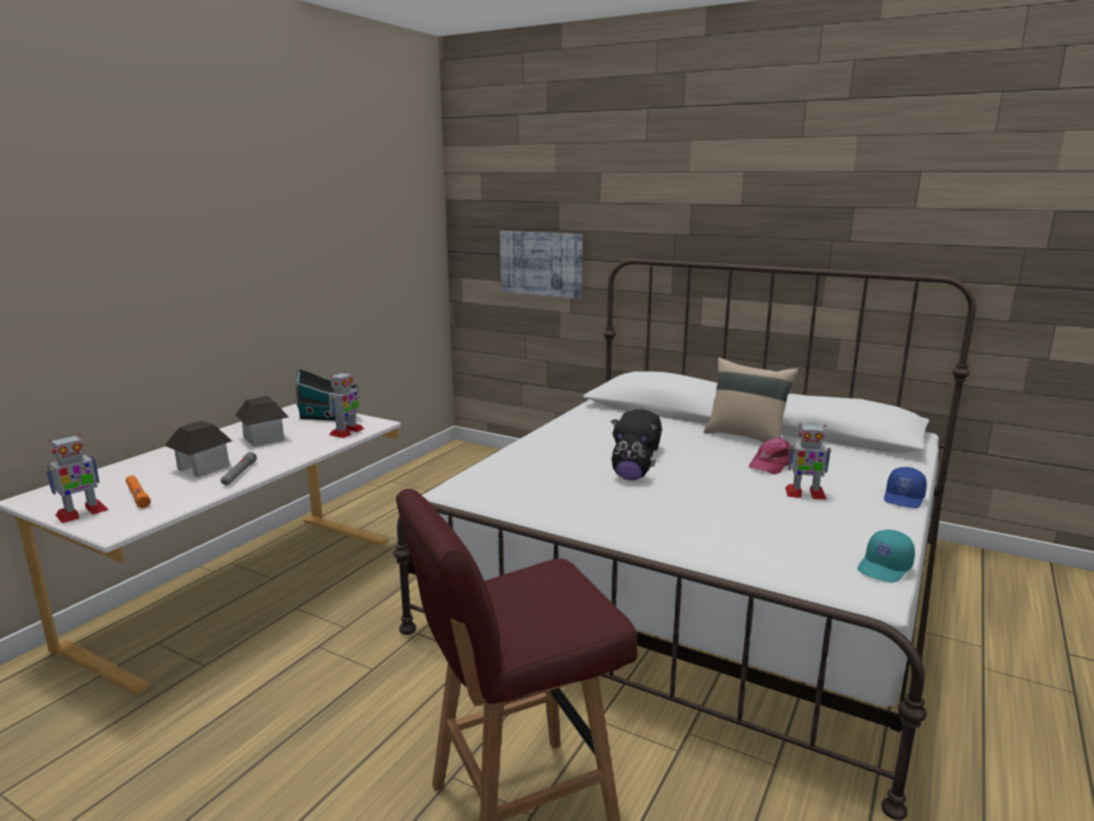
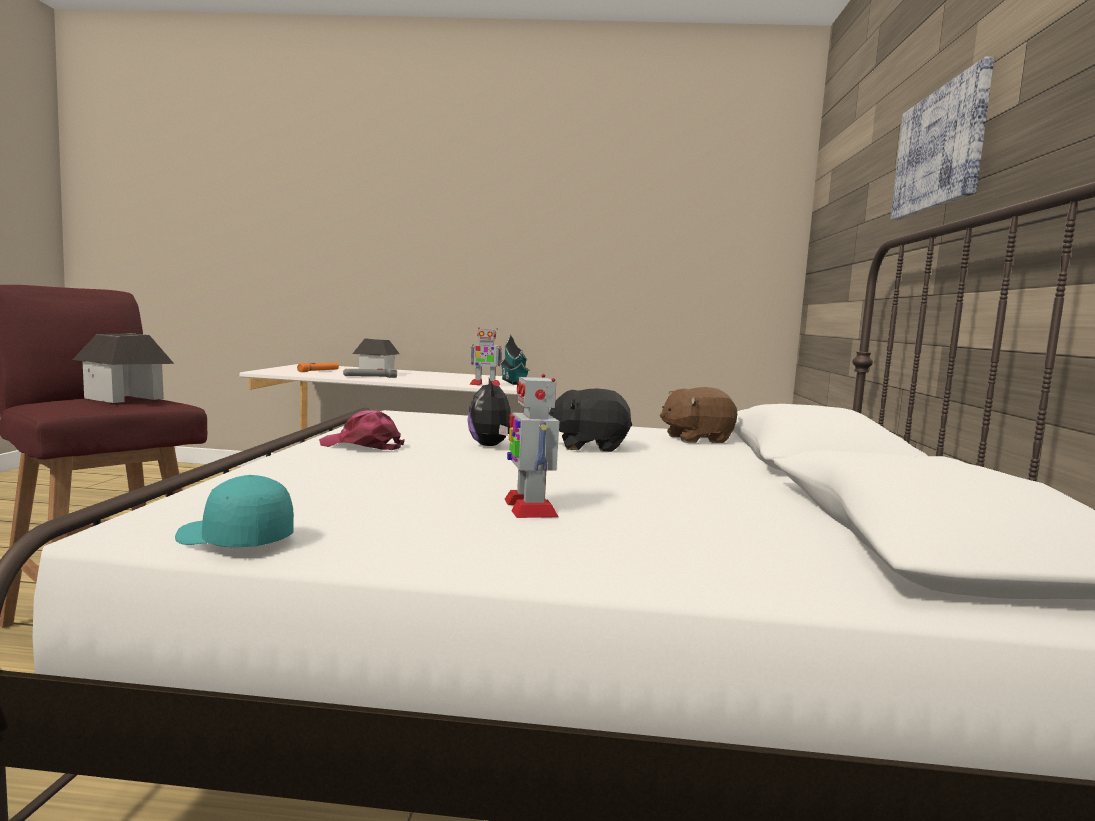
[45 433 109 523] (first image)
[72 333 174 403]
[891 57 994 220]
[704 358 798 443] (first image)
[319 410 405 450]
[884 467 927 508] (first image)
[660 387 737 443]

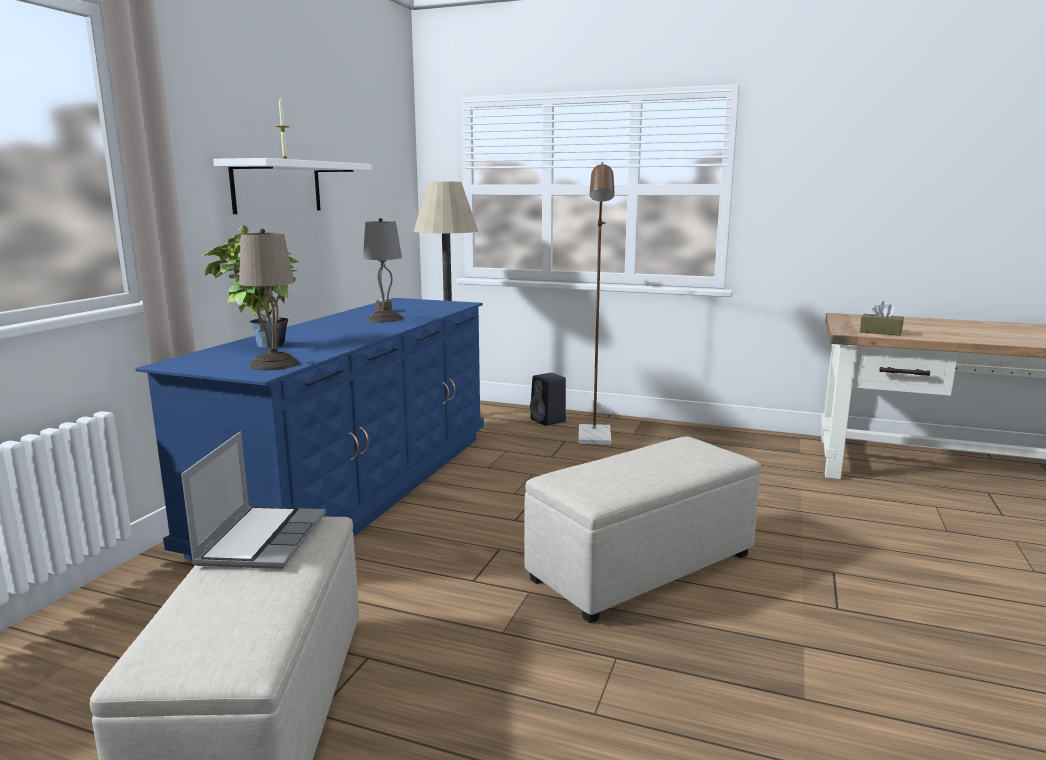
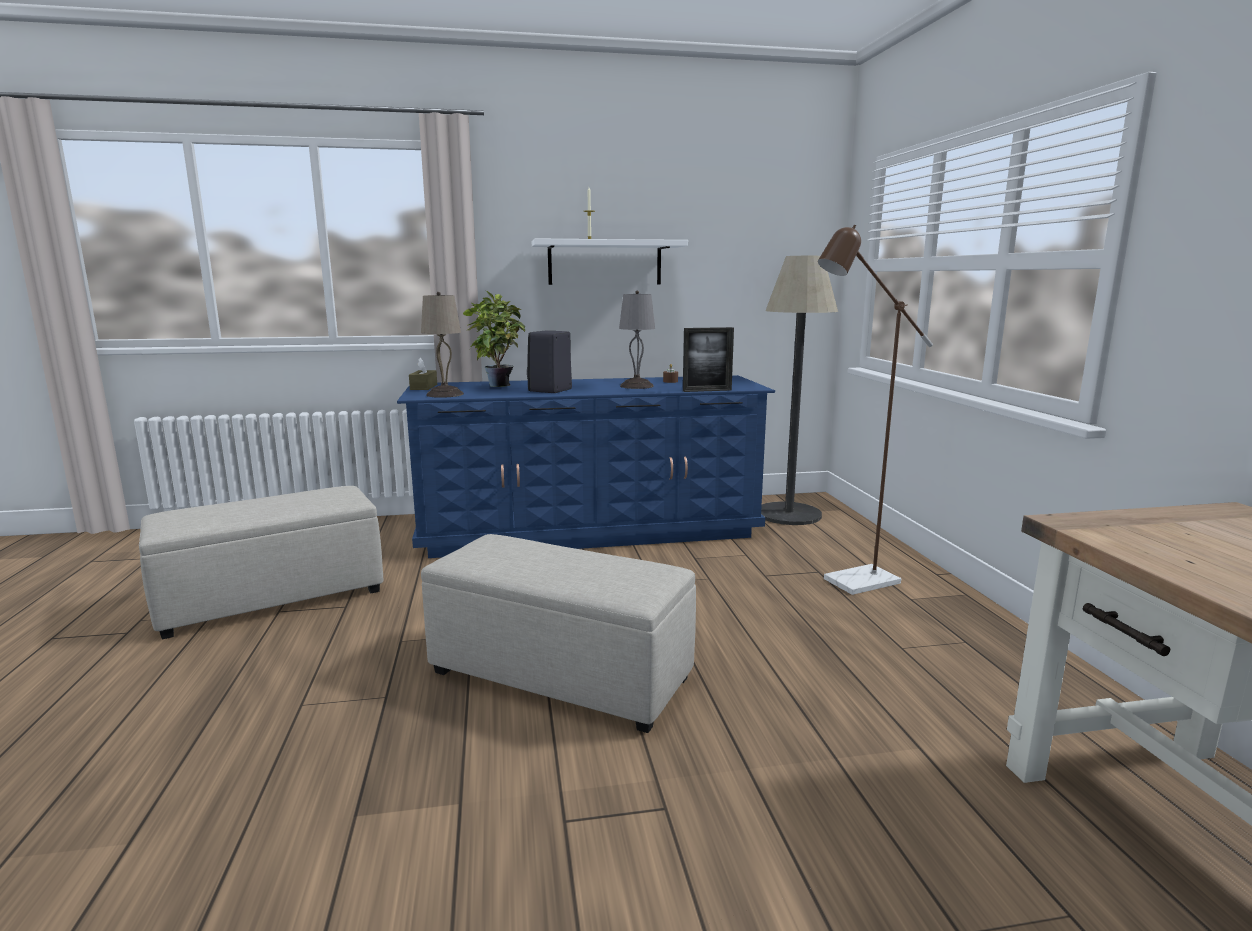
[181 432 326 569] (first image)
[527 331 572 393]
[409 358 437 390]
[683 327 734 392]

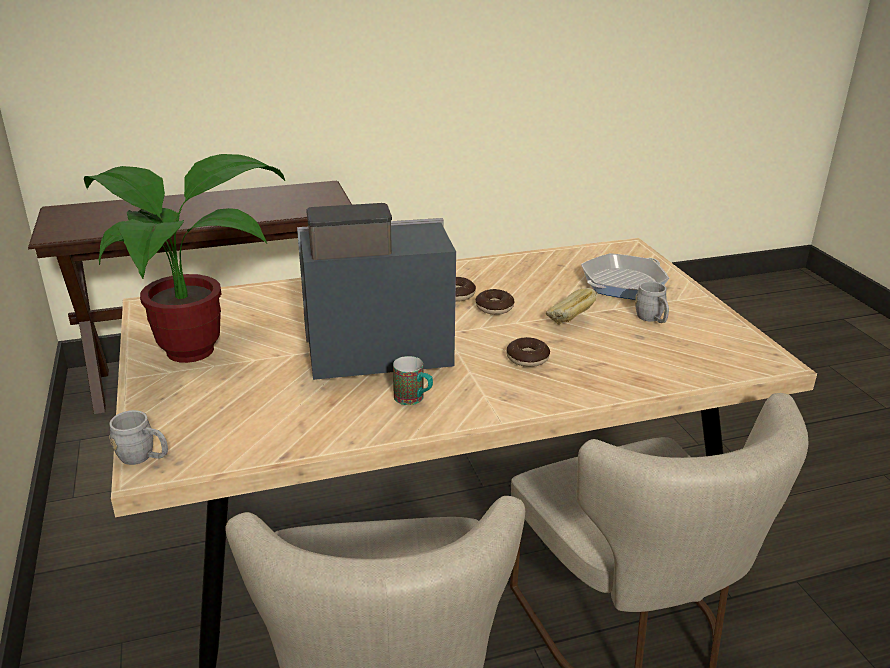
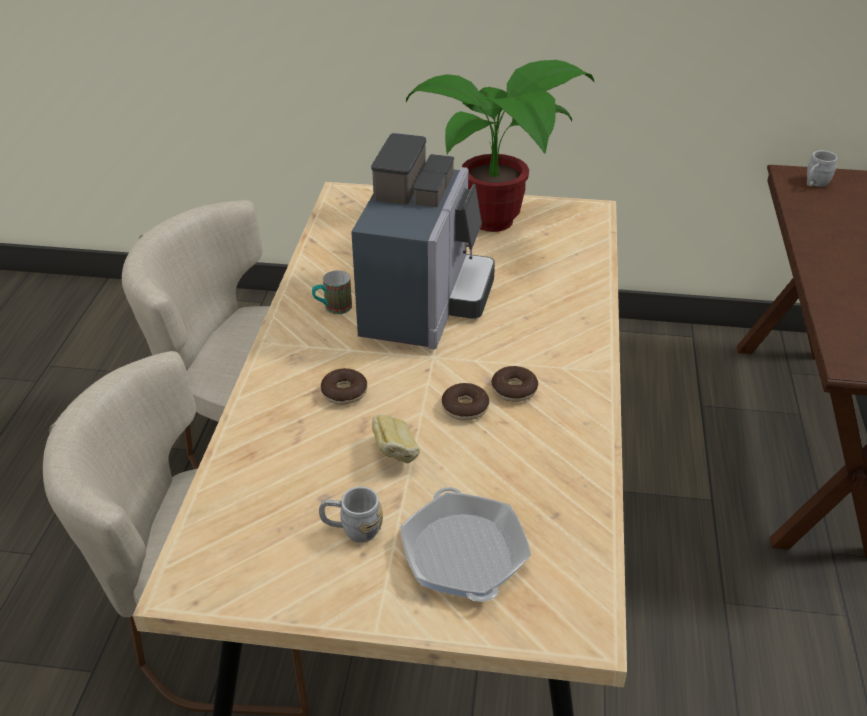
[807 150 837 187]

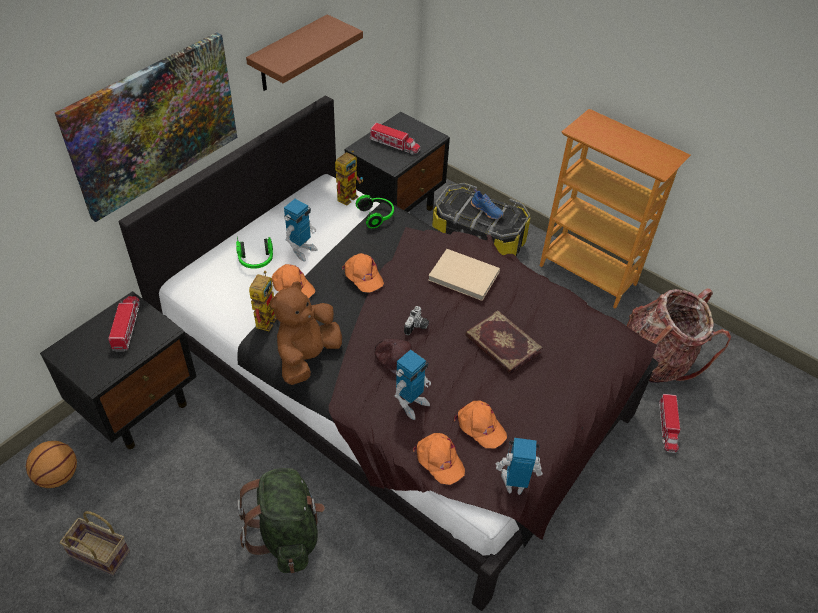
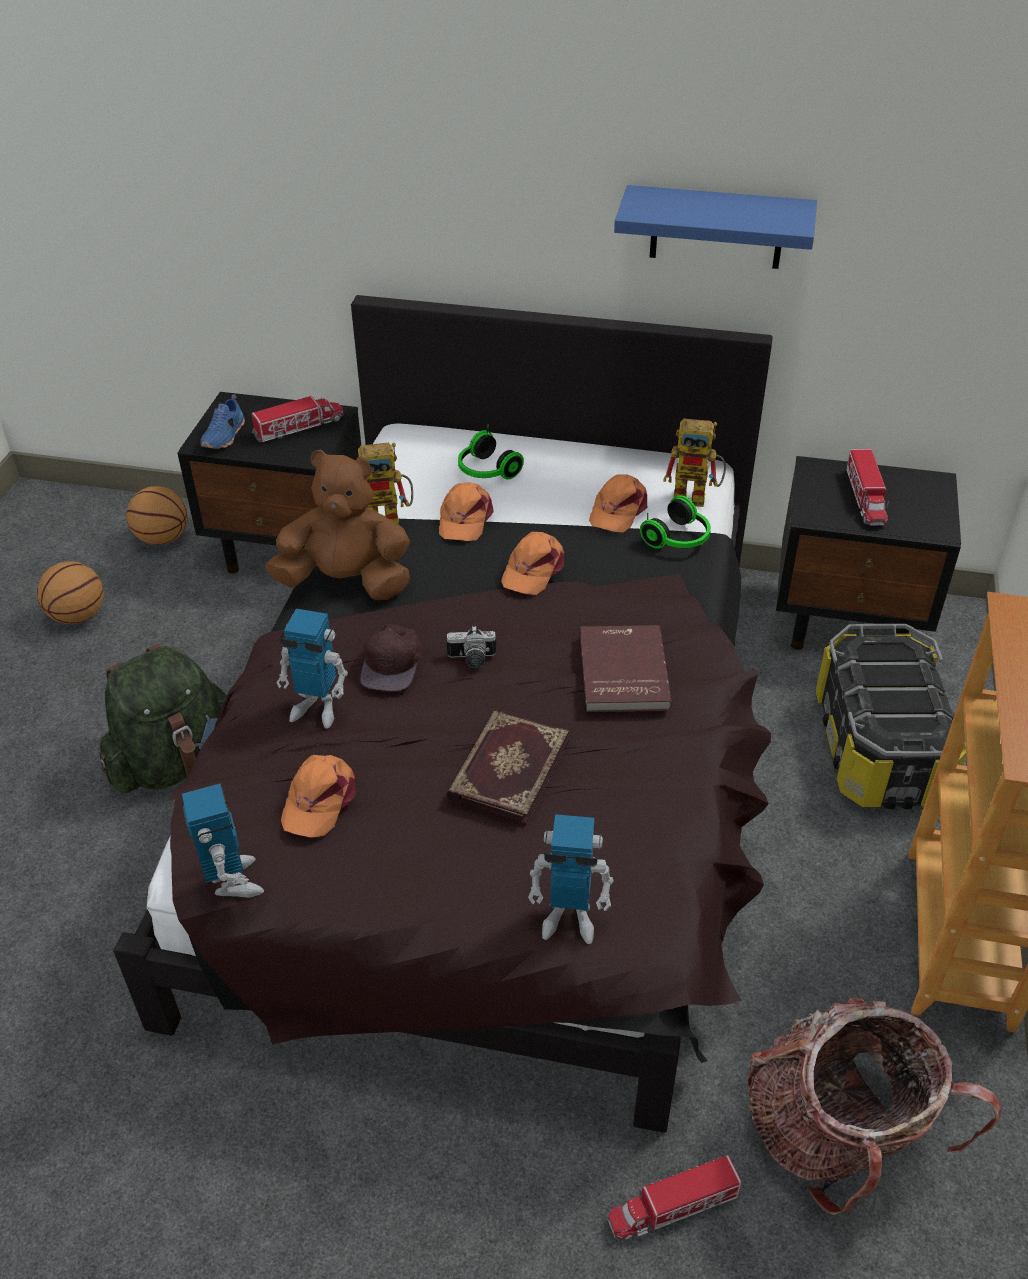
[55 32 237 222] (first image)
[37 561 104 624]
[614 185 817 269]
[528 814 613 944]
[589 474 648 533]
[580 625 672 712]
[200 394 245 449]

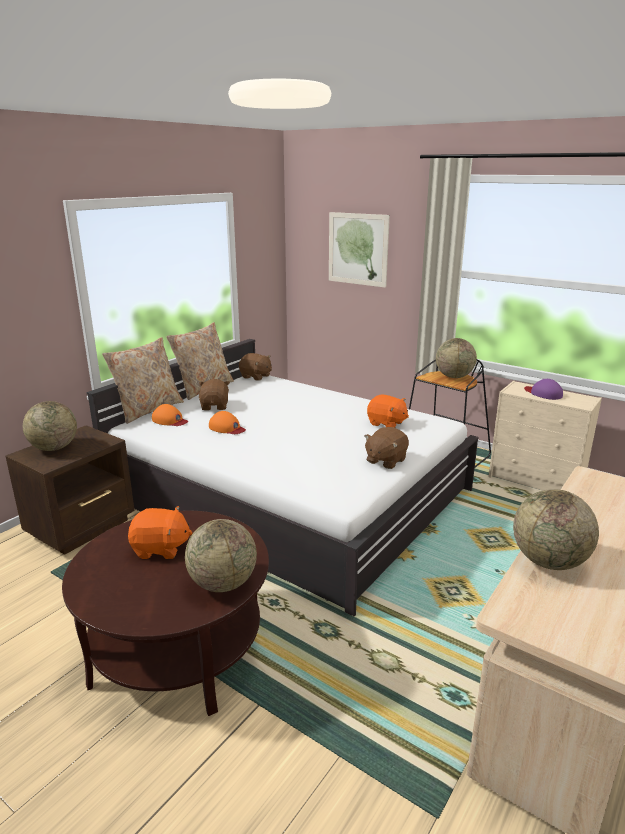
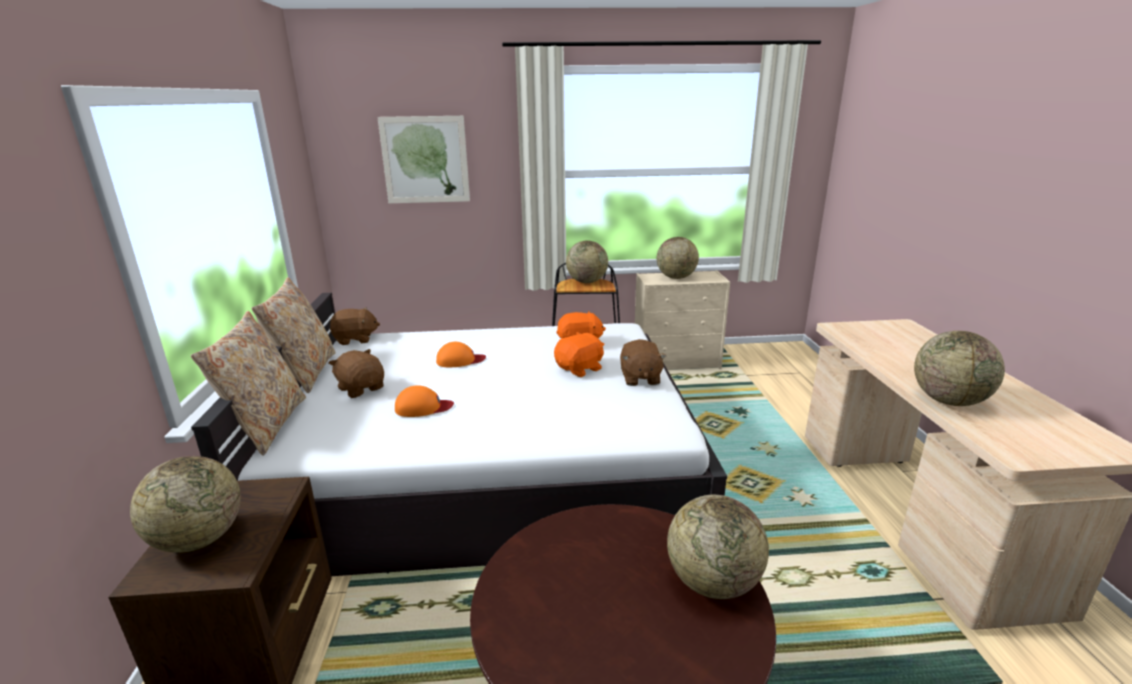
[554 332 604 377]
[436 342 486 367]
[657 237 699 279]

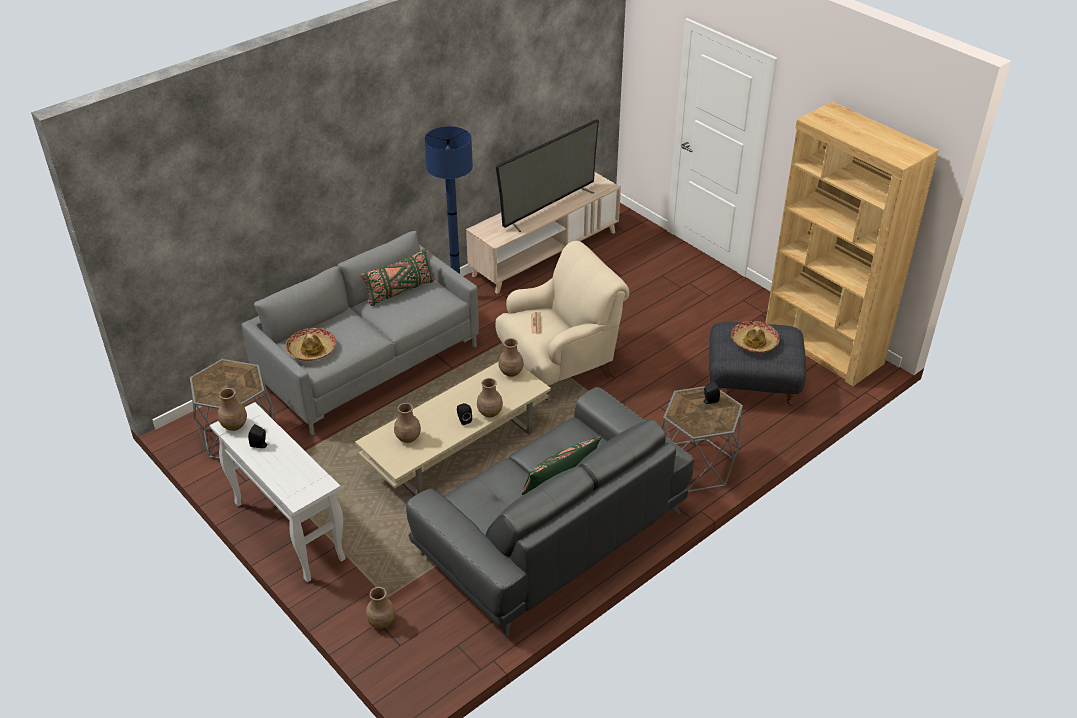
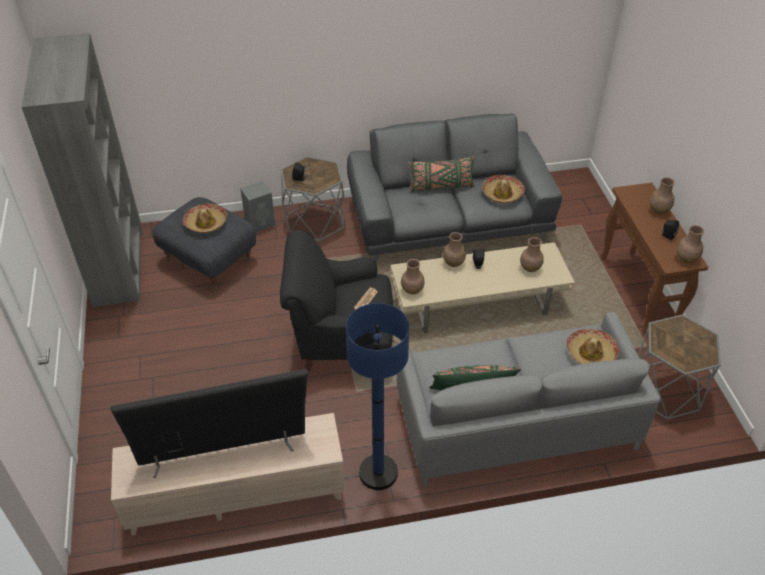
[601 183 708 334]
[650 177 675 214]
[280 230 393 373]
[22 33 143 307]
[240 181 276 232]
[483 175 525 203]

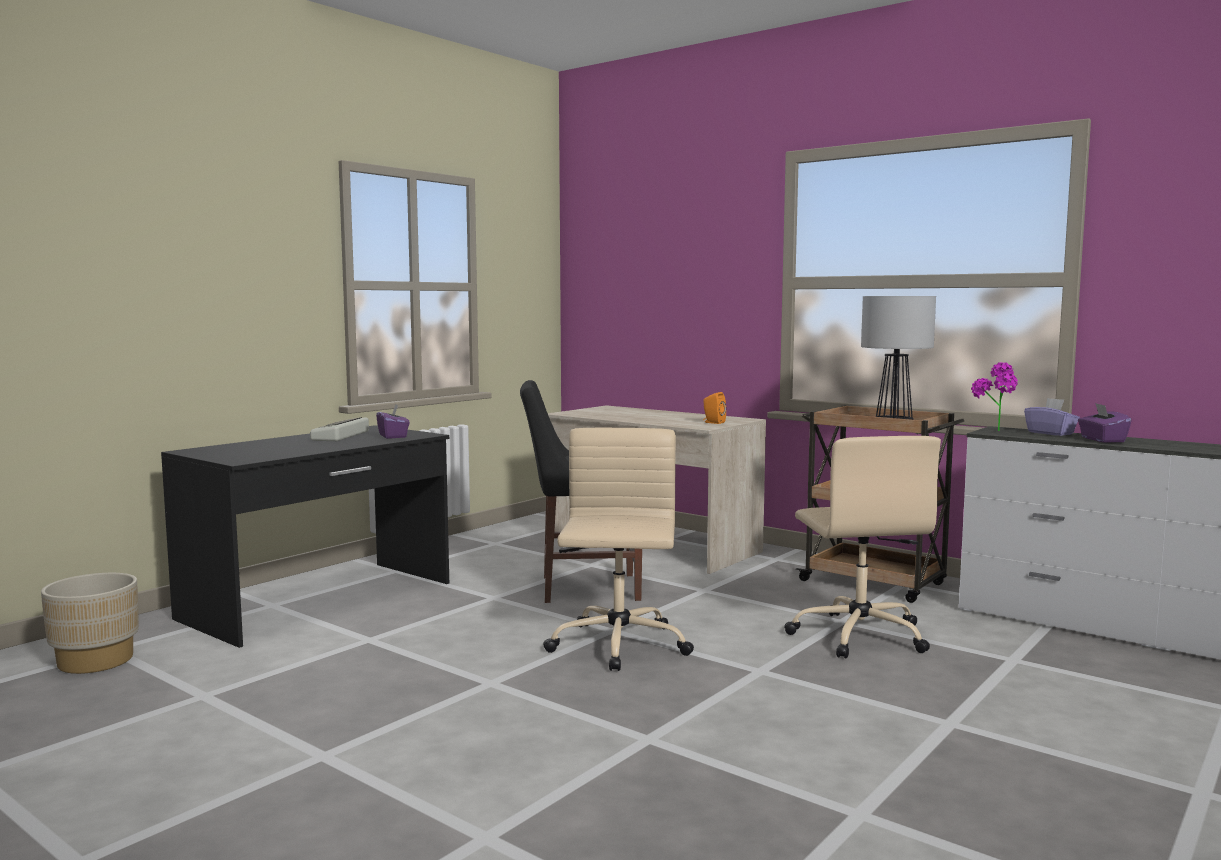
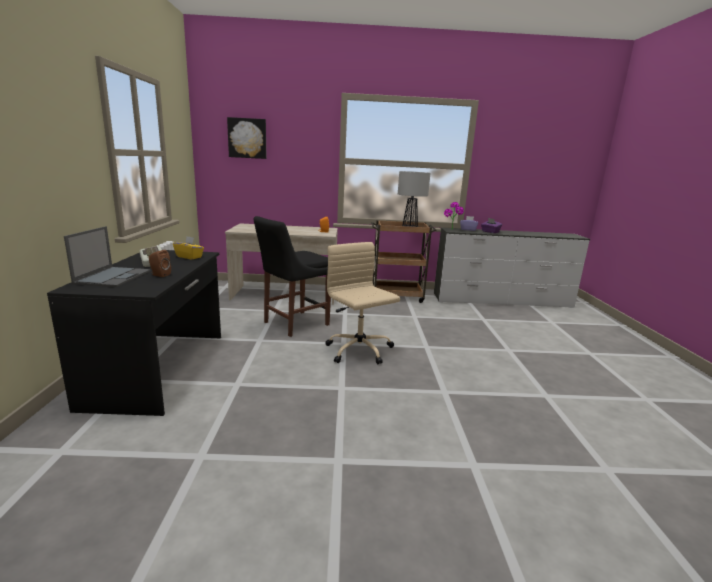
[41 573 139 674] (first image)
[173 236 204 259]
[785 436 941 658] (first image)
[64 226 151 287]
[149 250 171 277]
[227 117 266 159]

